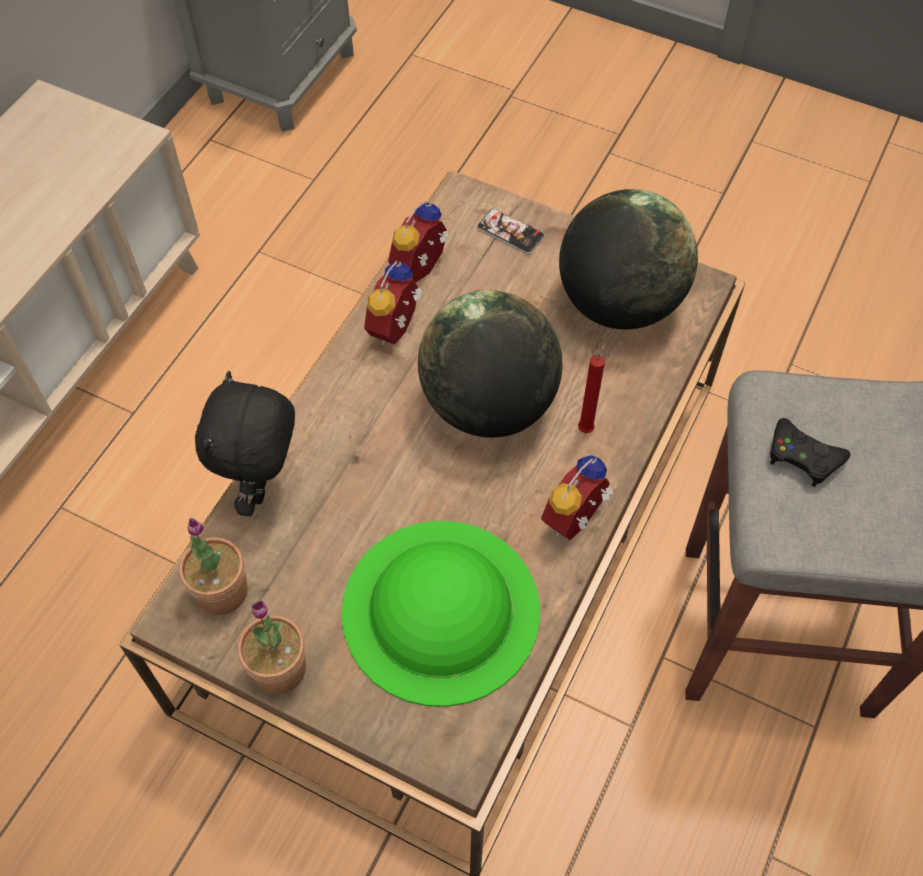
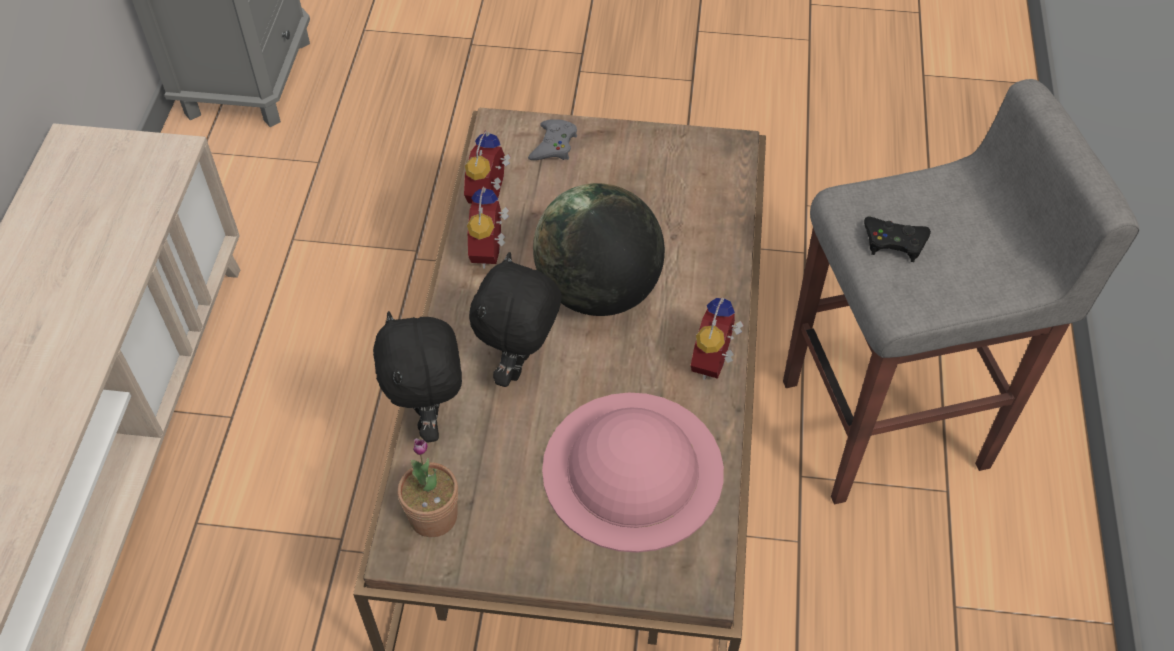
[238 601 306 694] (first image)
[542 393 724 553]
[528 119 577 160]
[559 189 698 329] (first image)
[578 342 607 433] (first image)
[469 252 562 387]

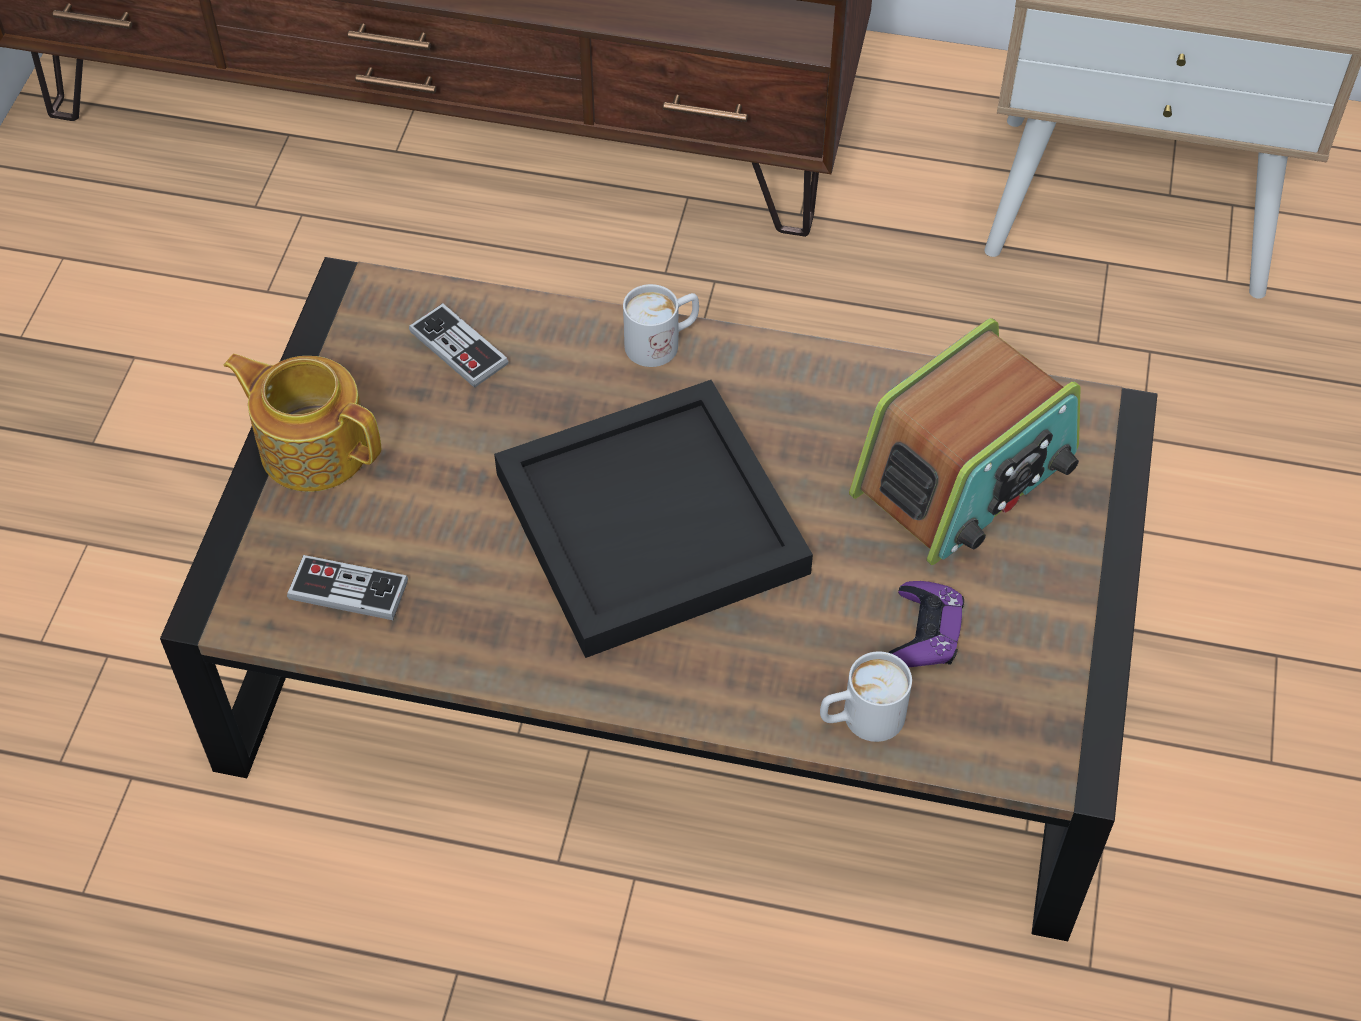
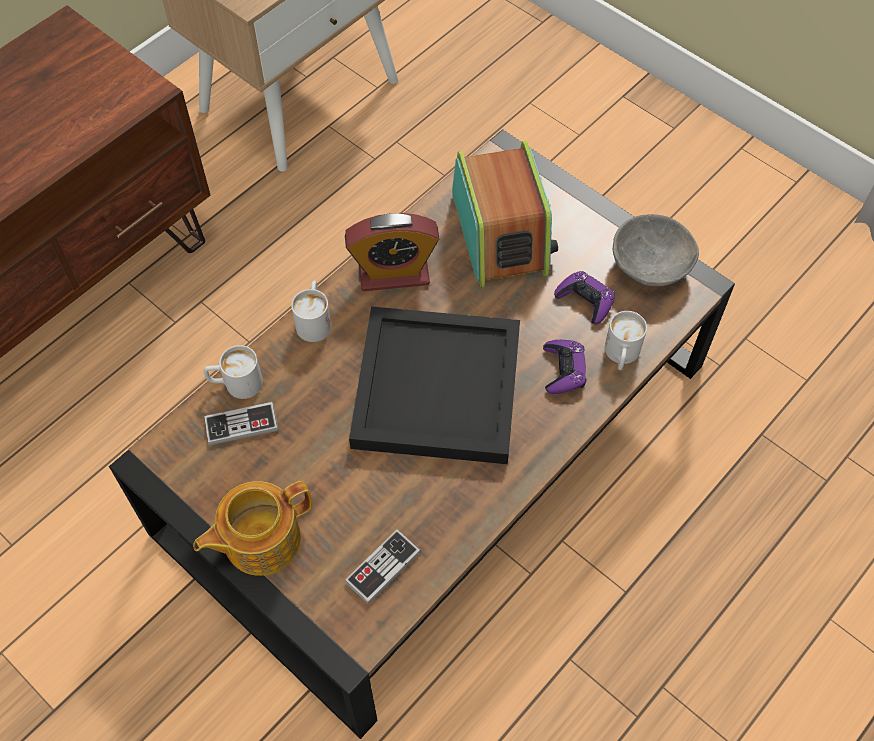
[204 345 263 399]
[345 213 439 291]
[543 340 587 394]
[613 214 699 286]

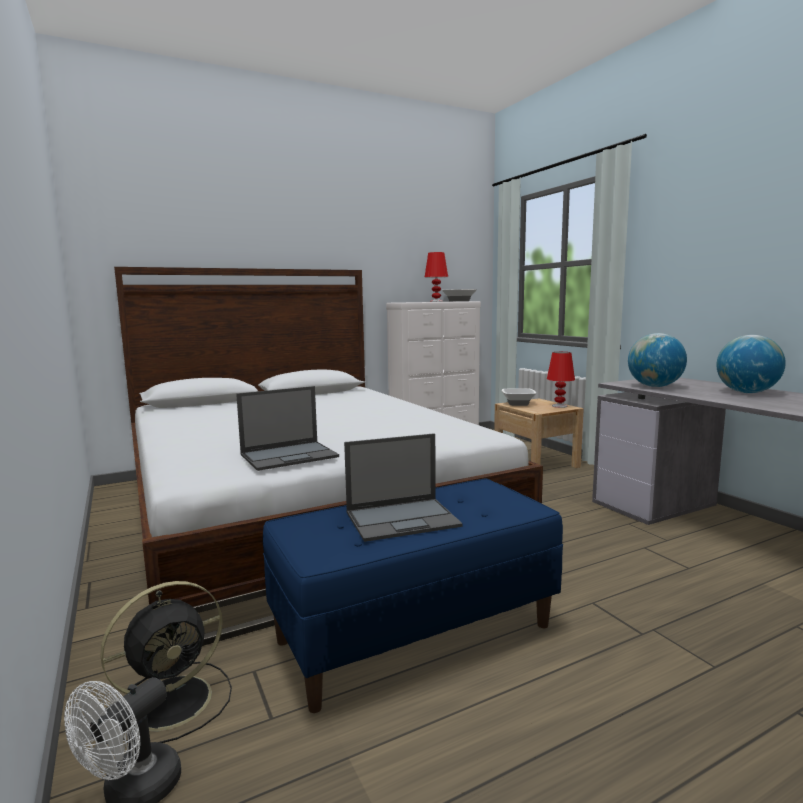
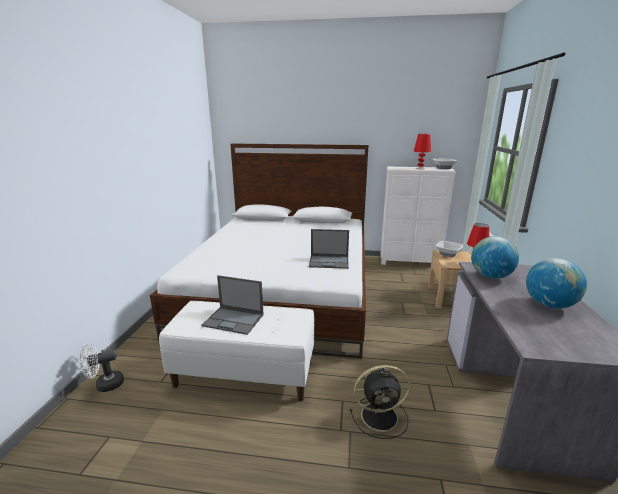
[350 365 410 439]
[309 229 349 269]
[159 301 314 401]

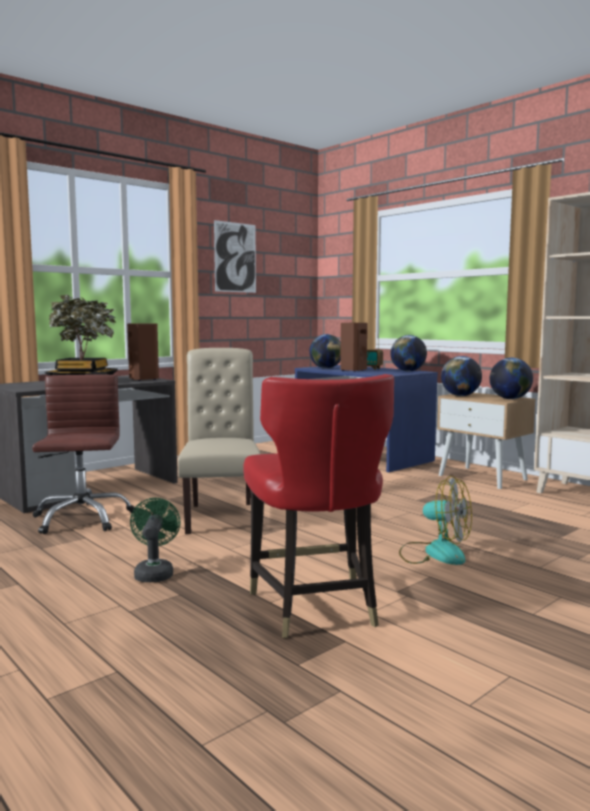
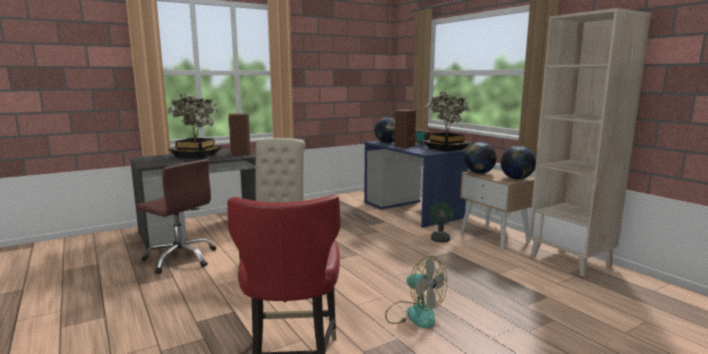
[136 159 216 274]
[428 202 453 242]
[214 220 256 293] (first image)
[422 92 471 152]

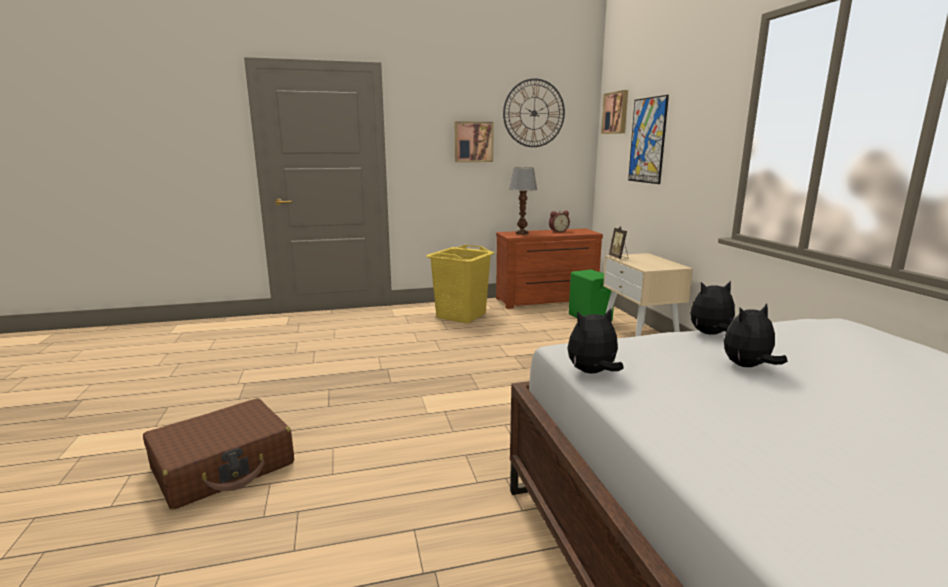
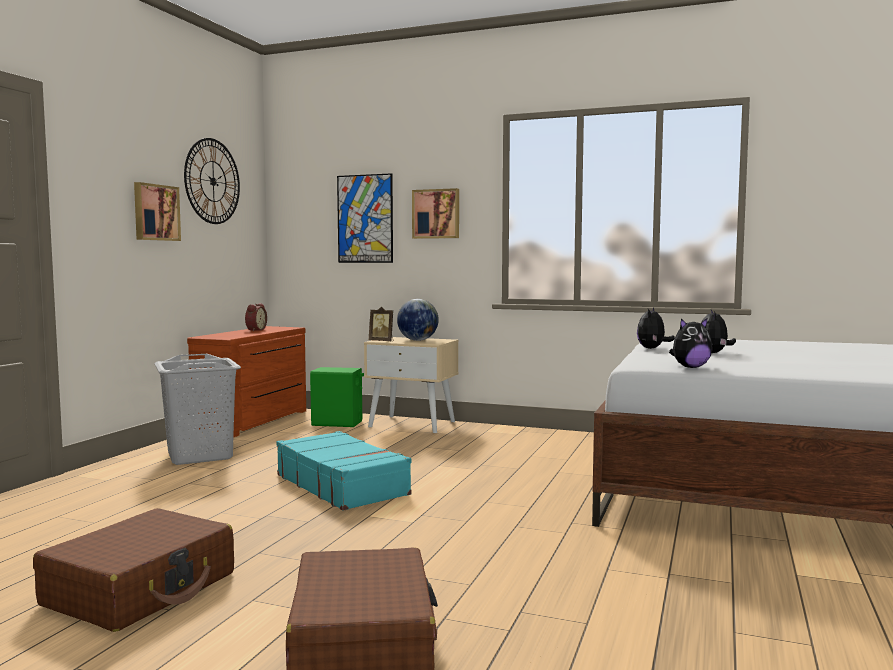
[154 354 241 465]
[509 167 537 235] (first image)
[669 318 713 368]
[412 188 459 239]
[33 508 234 632]
[277 431 411 511]
[397 299 439 341]

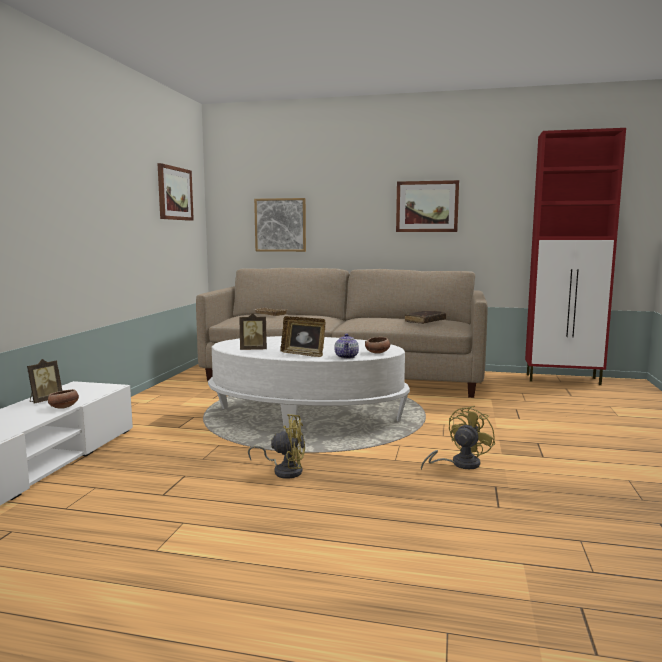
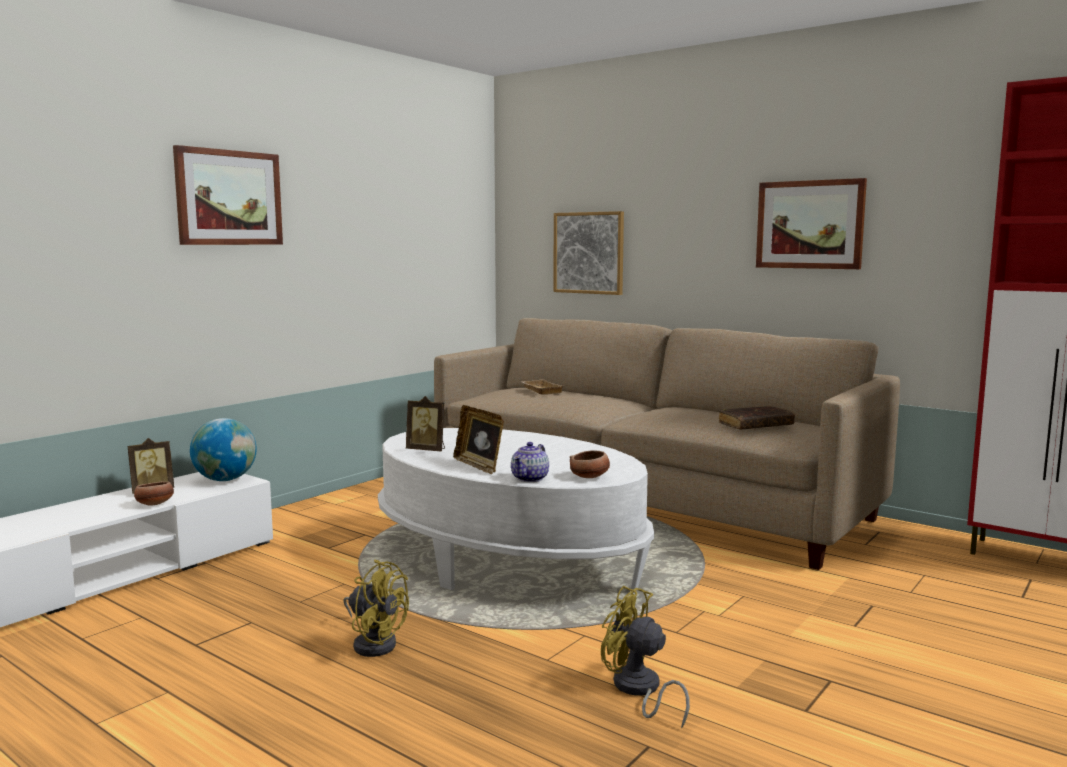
[173 145 283 245]
[601 586 690 728]
[190 418 257 481]

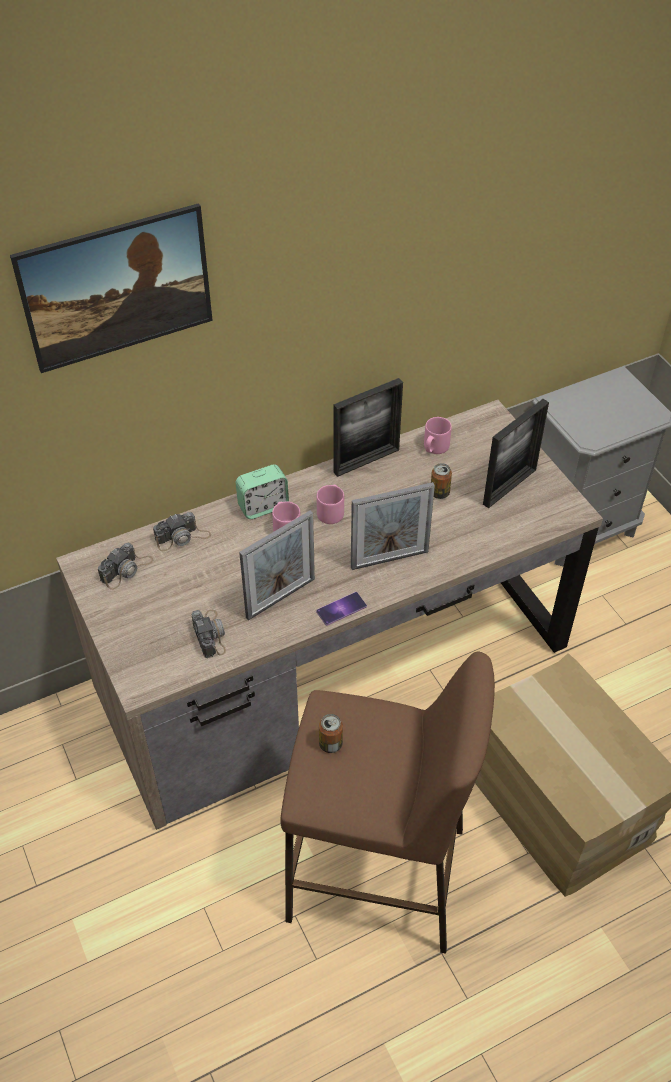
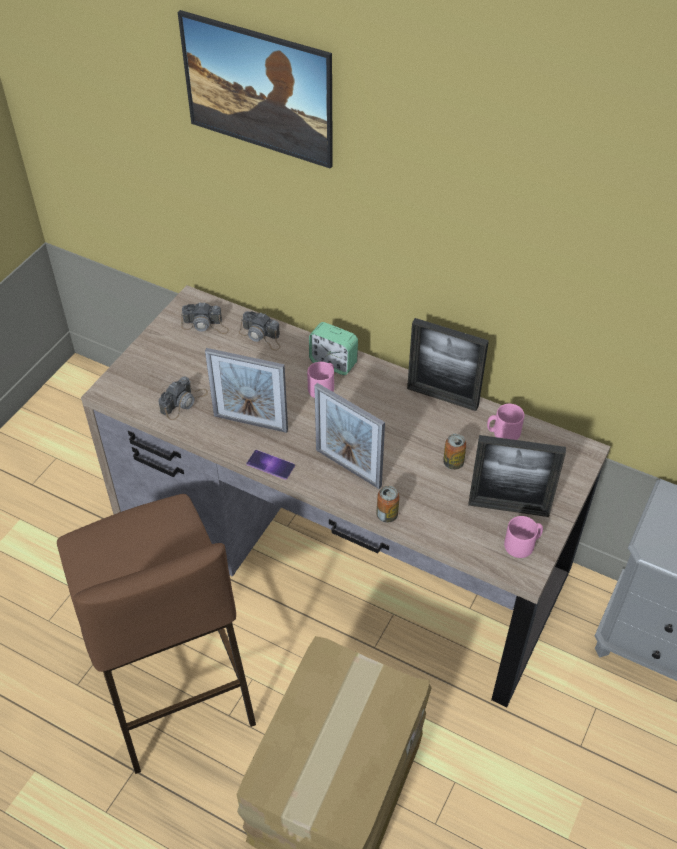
[504 516 543 558]
[376 486 399 523]

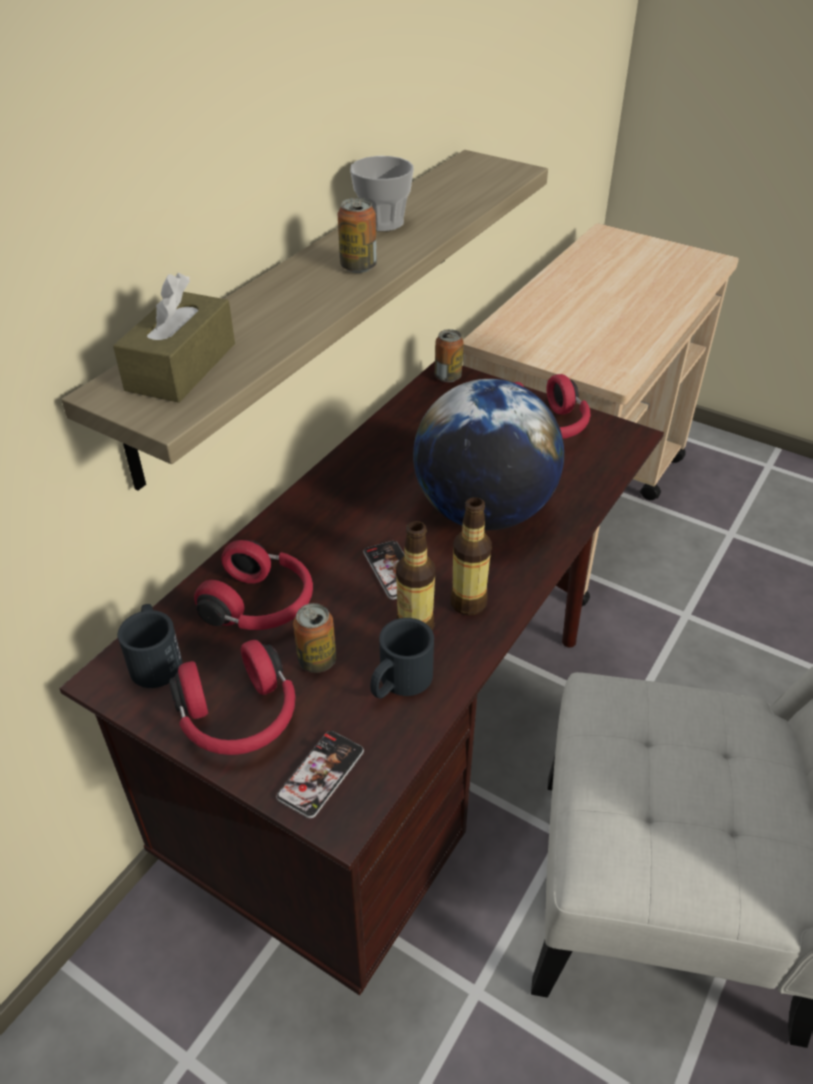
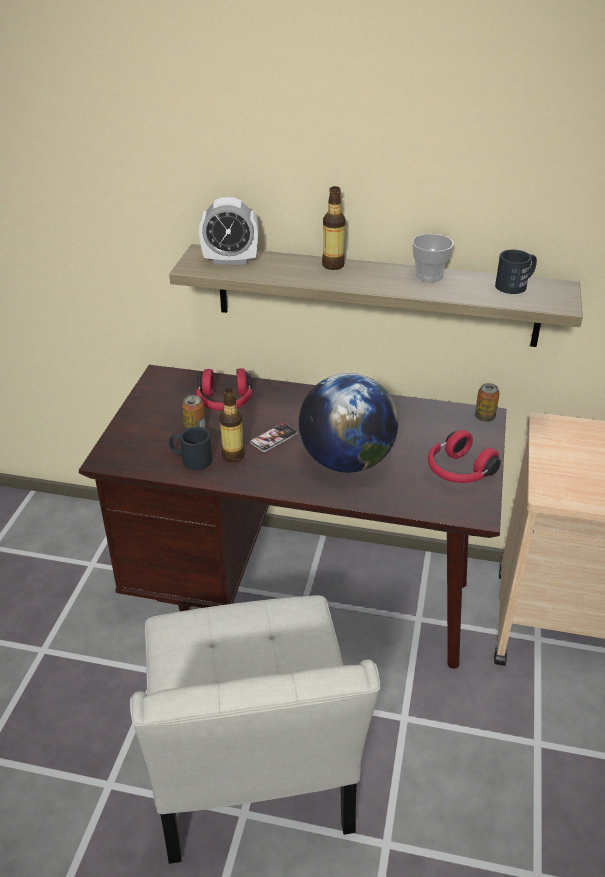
[199 197 258 265]
[495 250 537 294]
[169 640 295 755] (first image)
[276 731 364 818] (first image)
[338 198 377 273] (first image)
[322 186 346 270]

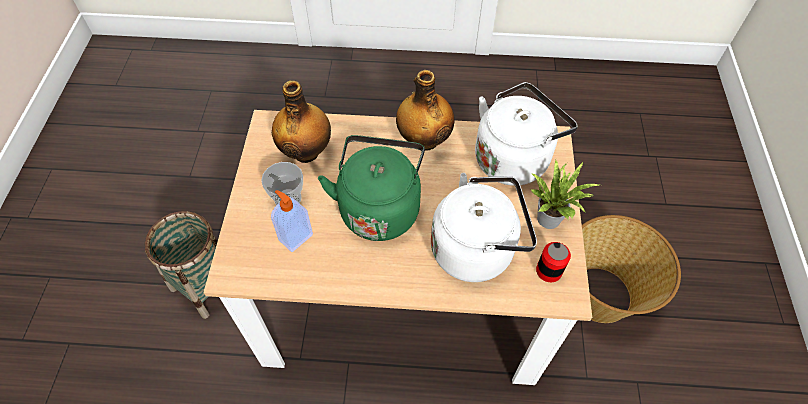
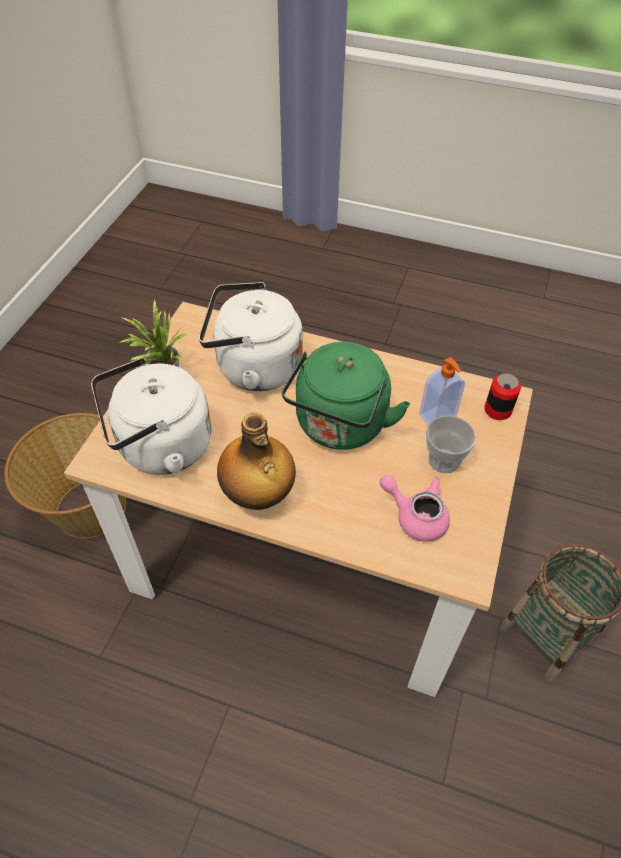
[380 475 450 542]
[484 373 521 420]

